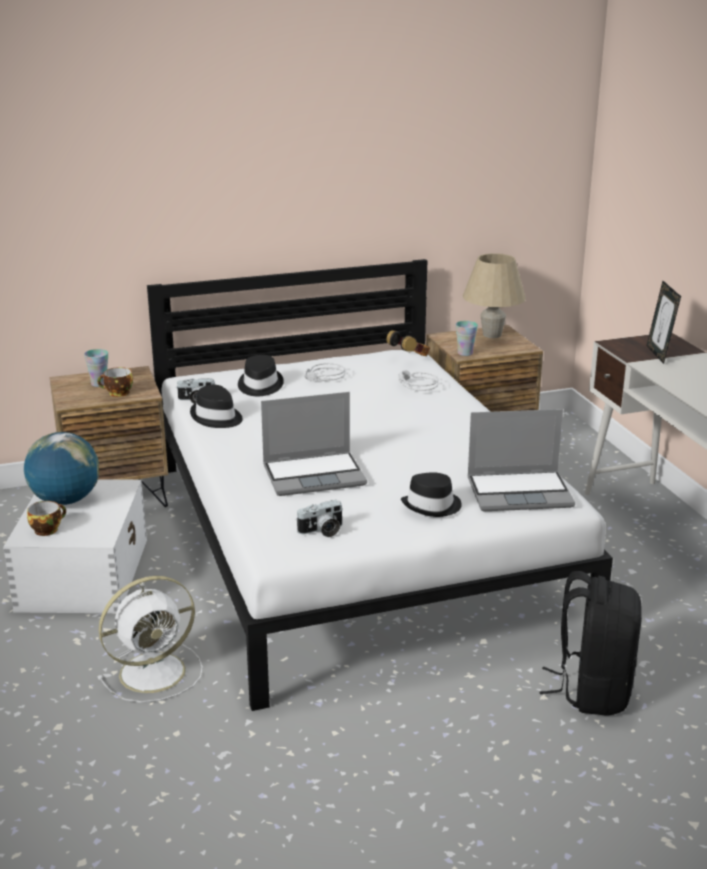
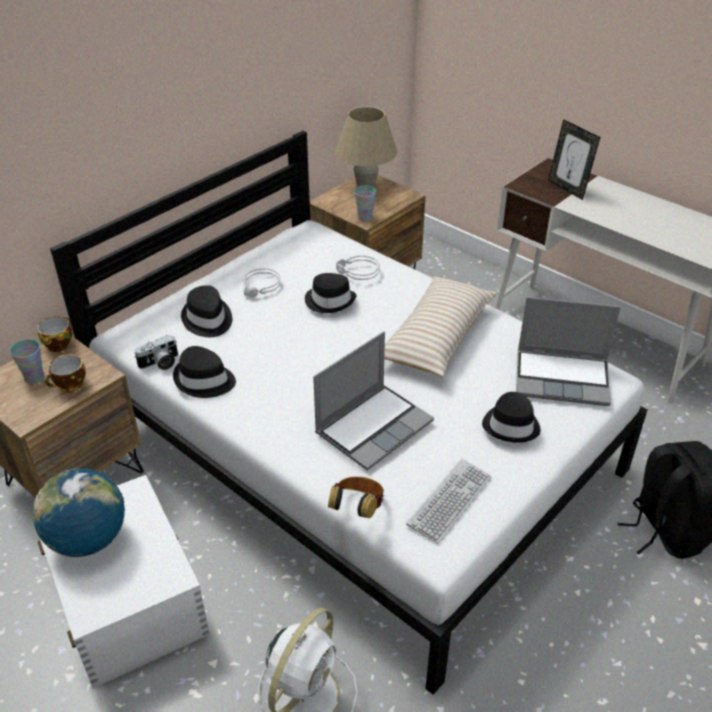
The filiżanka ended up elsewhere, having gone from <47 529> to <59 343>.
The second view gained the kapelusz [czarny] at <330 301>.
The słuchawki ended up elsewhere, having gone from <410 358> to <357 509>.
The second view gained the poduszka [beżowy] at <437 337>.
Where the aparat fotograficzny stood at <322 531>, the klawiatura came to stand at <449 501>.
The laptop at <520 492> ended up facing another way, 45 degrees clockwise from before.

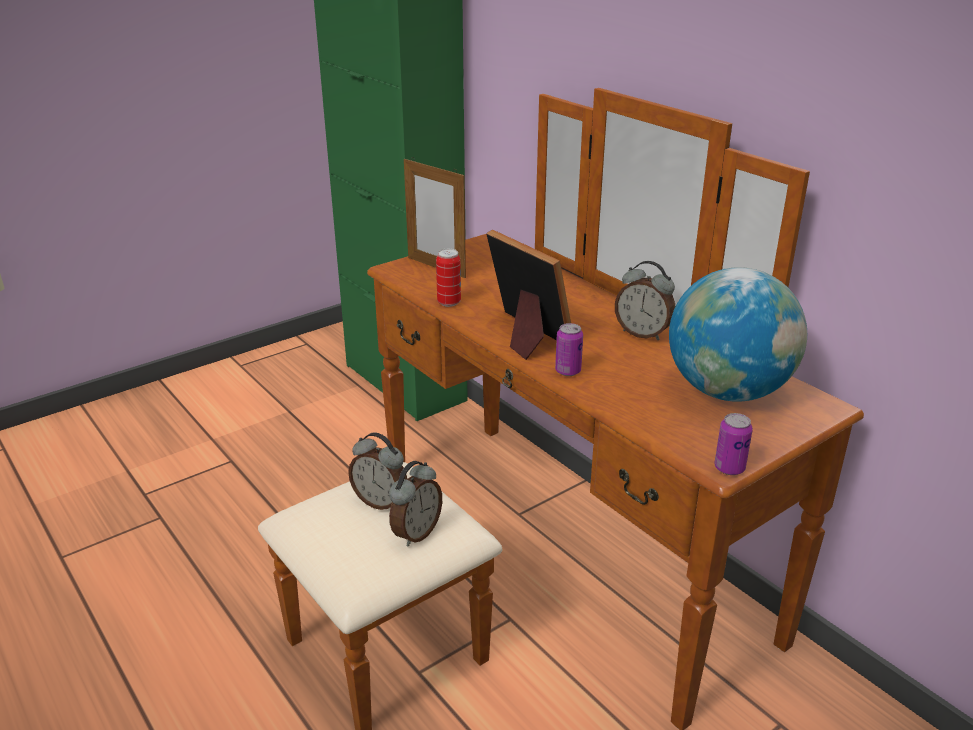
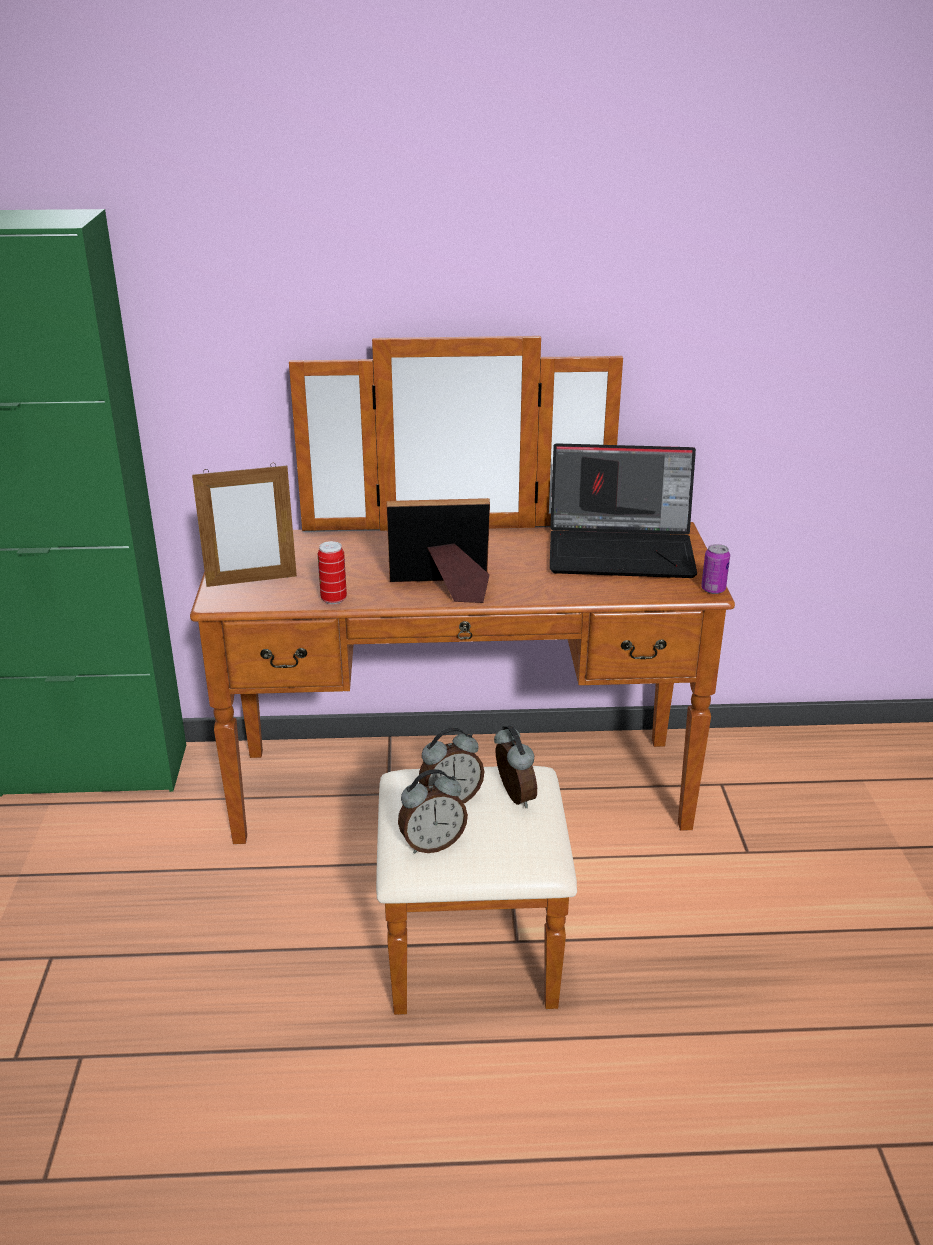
The budzik ended up elsewhere, having gone from <642 333> to <432 844>.
Where the globus stood at <727 391>, the laptop came to stand at <623 550>.
The second view lost the puszka at <568 371>.

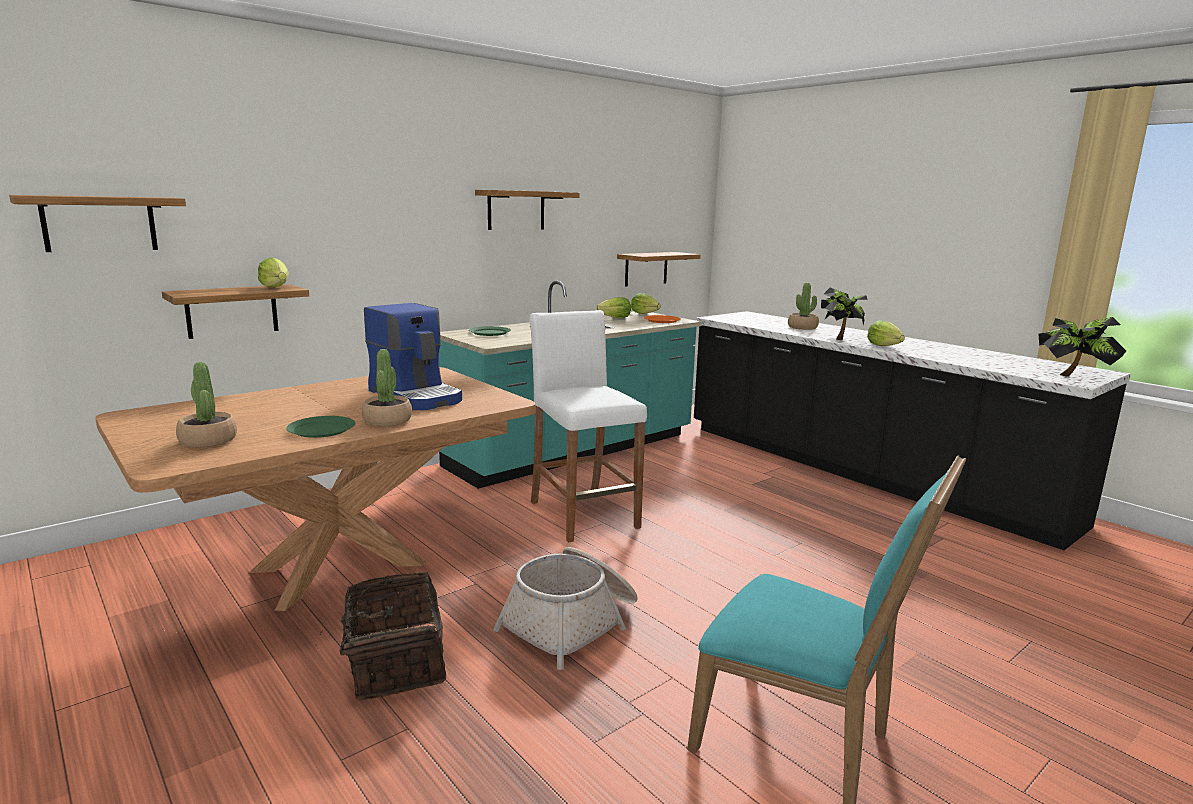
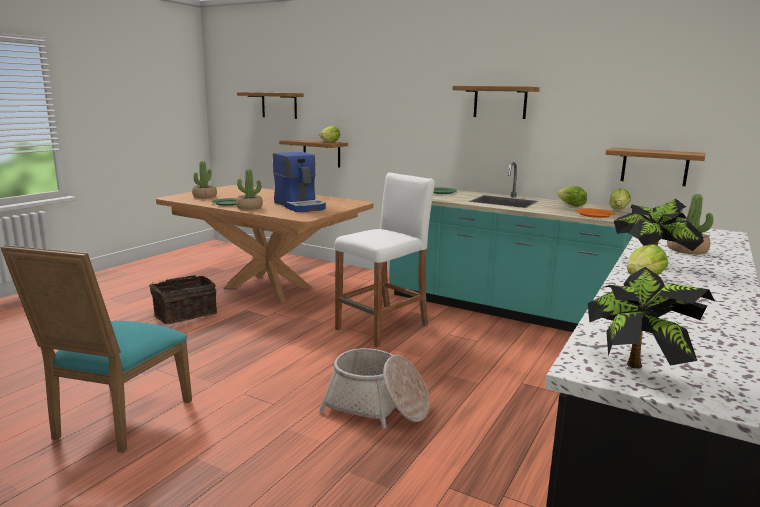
The ekspres do kawy at <417 396> ended up facing another way, 60 degrees counterclockwise from before.
The koszyk ended up elsewhere, having gone from <572 623> to <377 406>.

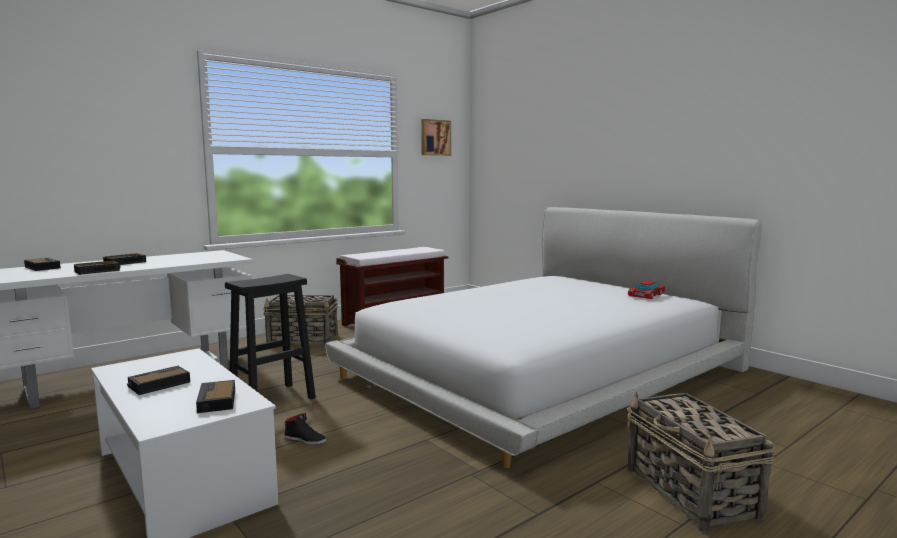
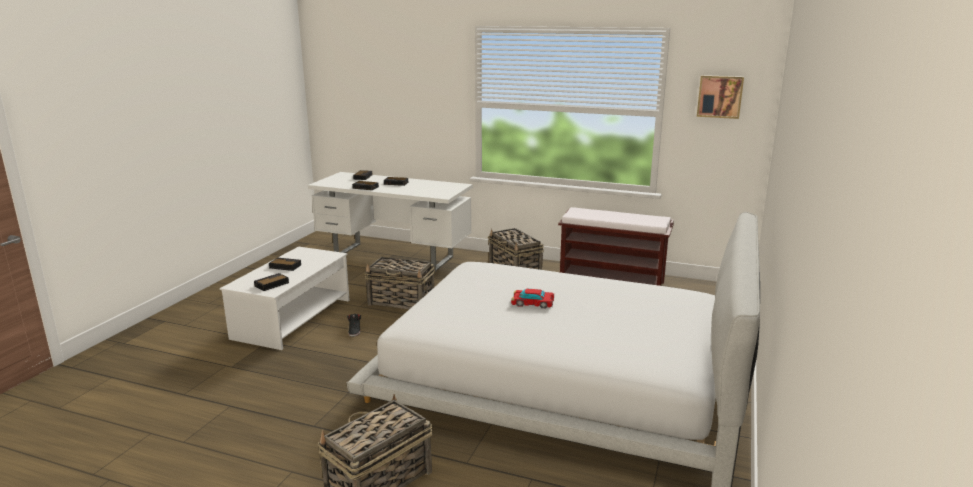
Where the stołek [czarny] stood at <273 399>, the koszyk came to stand at <402 302>.
The samochodzik ended up elsewhere, having gone from <646 295> to <532 303>.

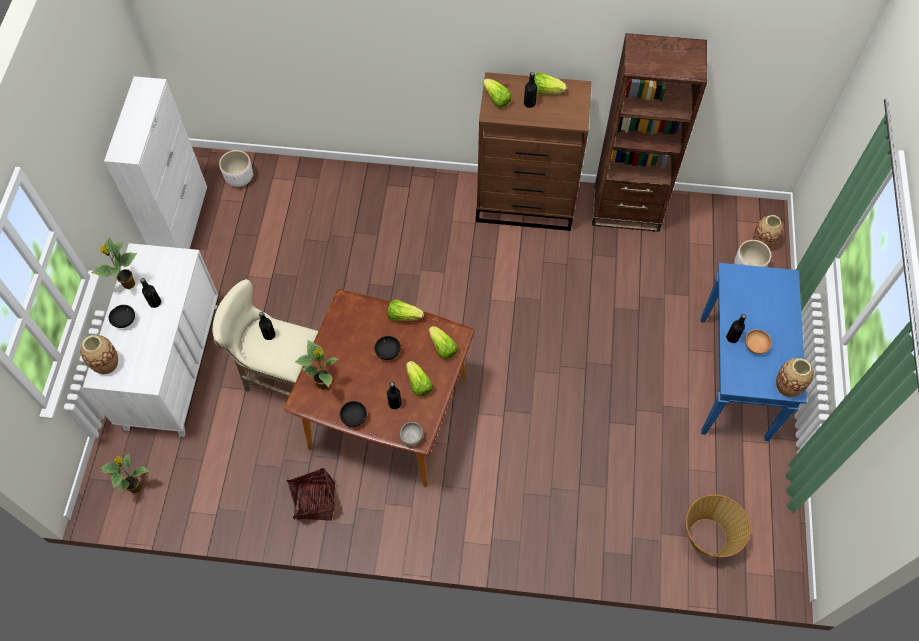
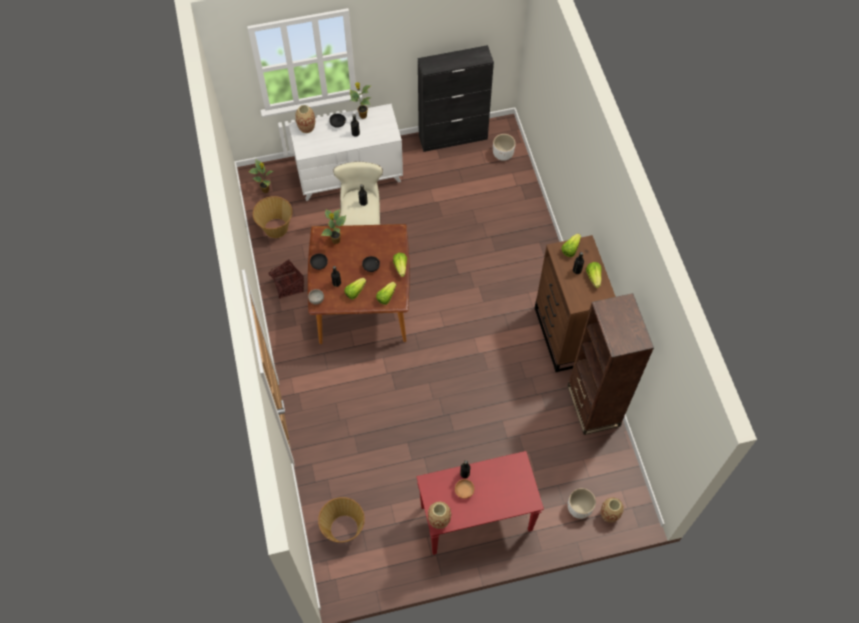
The second view gained the koszyk at <276 227>.
What was the stolik konsolowy [niebieski] at <734 379> turned into the stolik konsolowy [czerwony] at <475 519>.
What was the szafka [biały] at <182 223> turned into the szafka [czarny] at <453 137>.

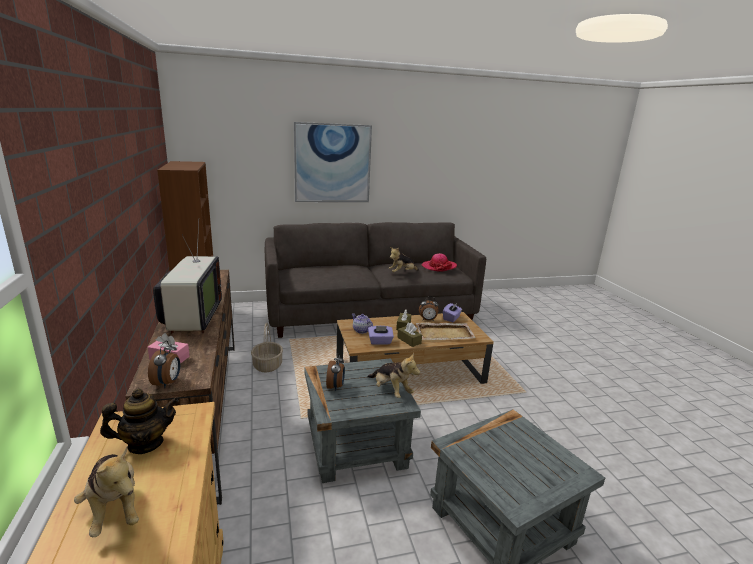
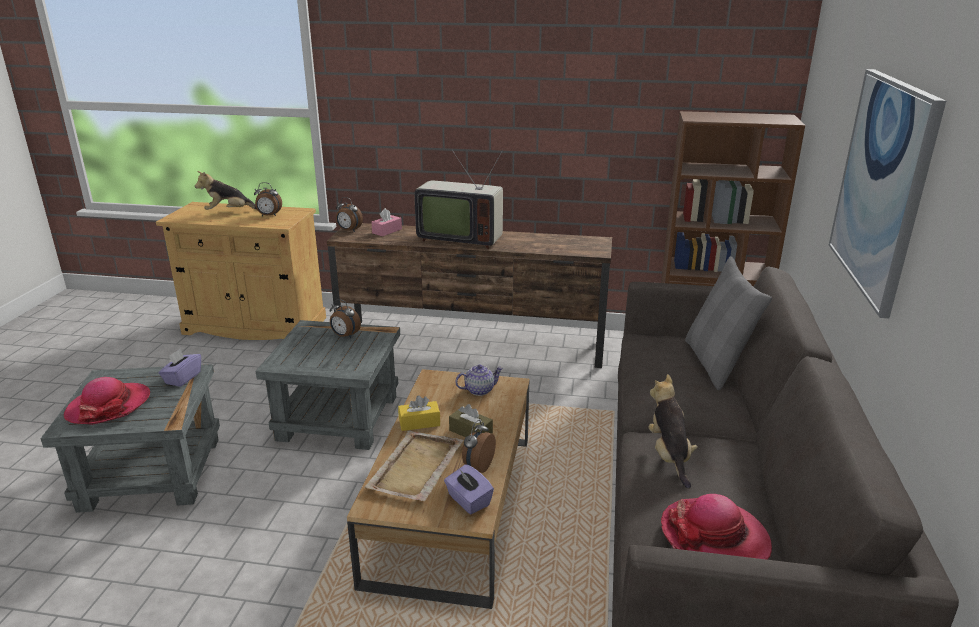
The second view gained the kapelusz at <109 406>.
The pudełko chusteczek [fioletowy] ended up elsewhere, having gone from <380 342> to <182 378>.
Where the imbryk stood at <145 444>, the budzik came to stand at <269 216>.
What was the pudełko chusteczek [brązowy] at <409 340> turned into the pudełko chusteczek [żółty] at <419 423>.
The second view gained the poduszka [szary] at <716 364>.
The second view lost the koszyk at <268 366>.
The second view lost the pluszak at <391 390>.

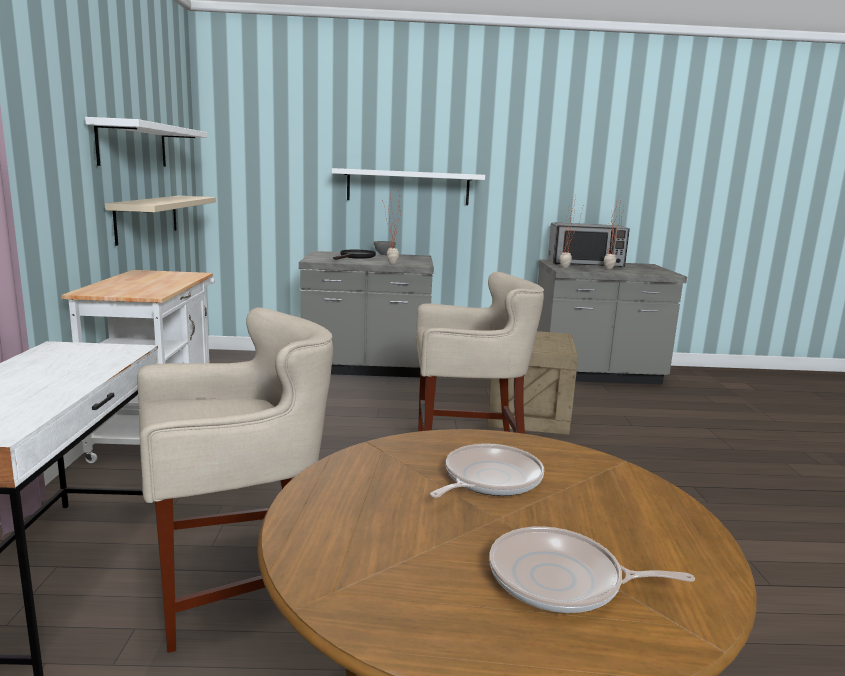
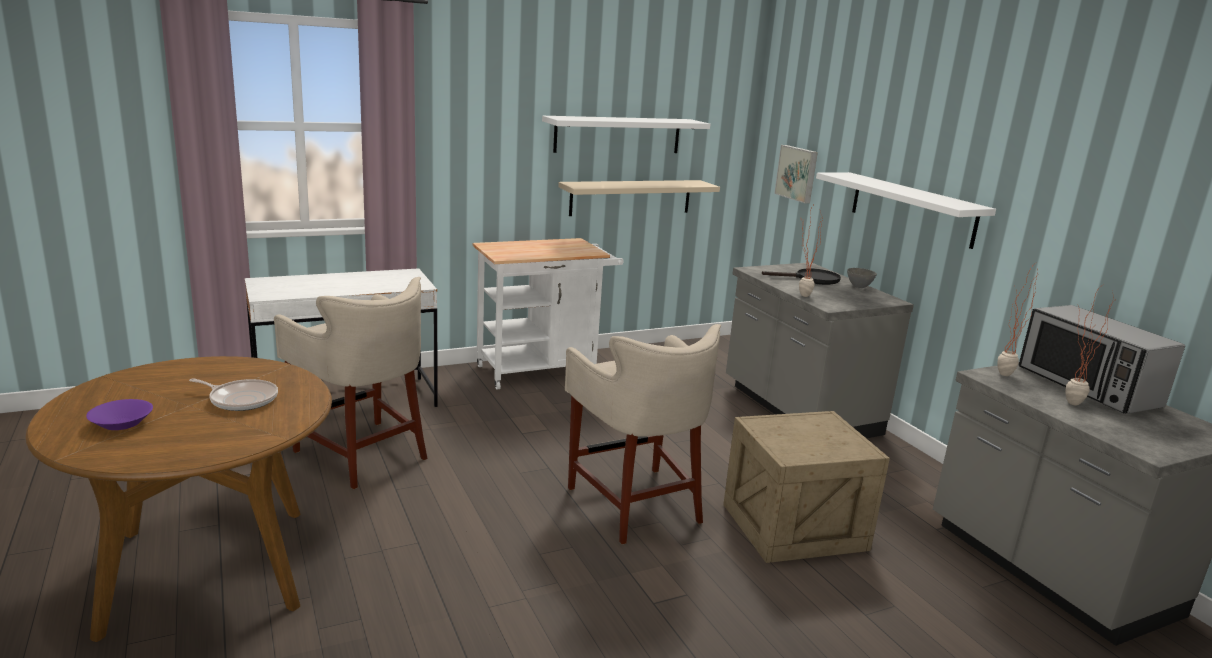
Where the patelnia stood at <562 580>, the miska [fioletowy] came to stand at <121 423>.
The second view gained the obraz at <797 173>.

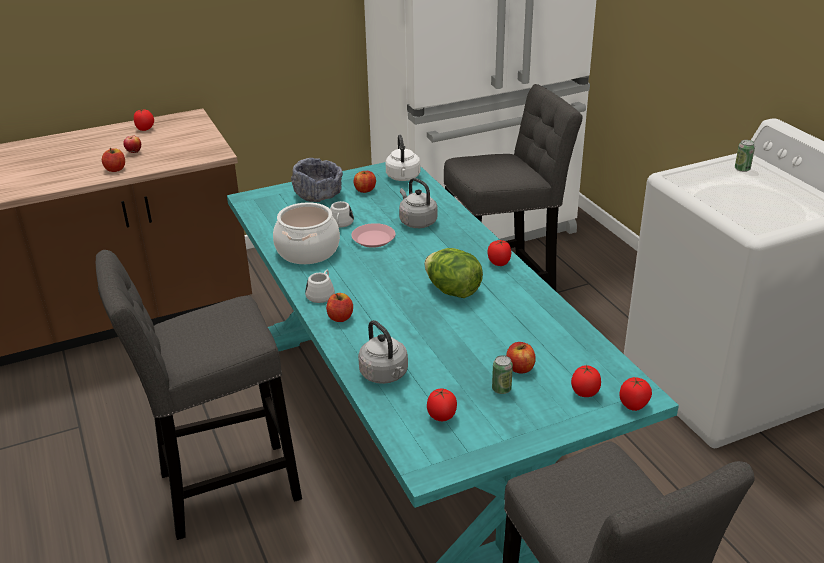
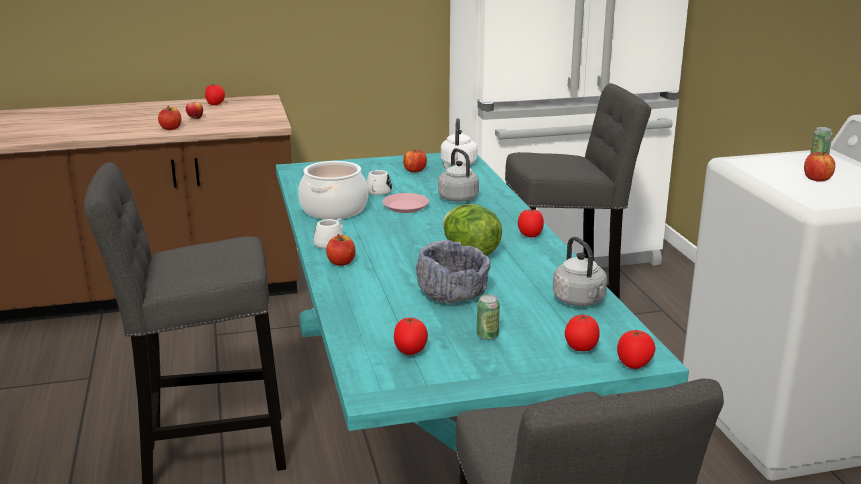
The miska [szary] ended up elsewhere, having gone from <318 194> to <452 293>.
The czajnik [szary] ended up elsewhere, having gone from <385 375> to <580 301>.
The jabłko ended up elsewhere, having gone from <520 368> to <817 179>.

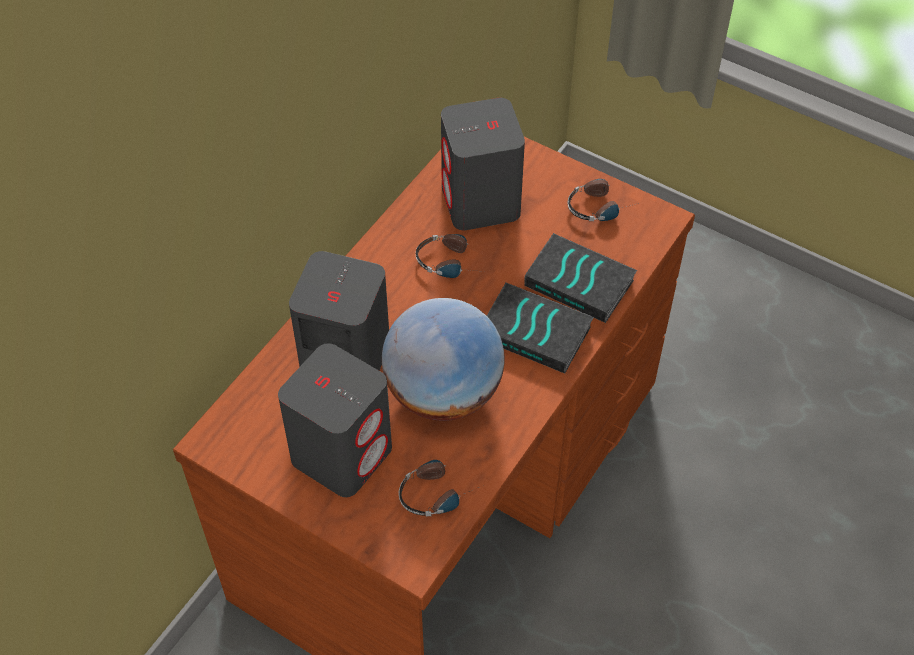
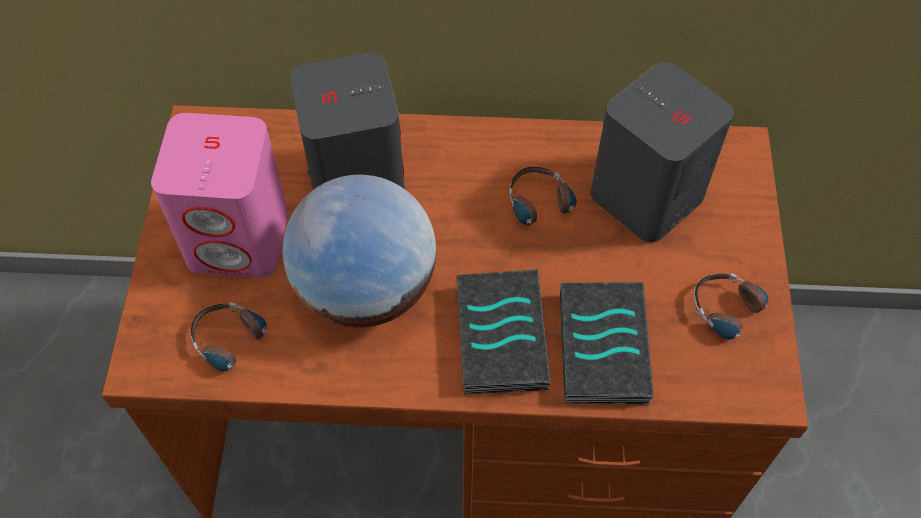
What was the głośnik [szary] at <342 453> turned into the głośnik [różowy] at <240 238>.

